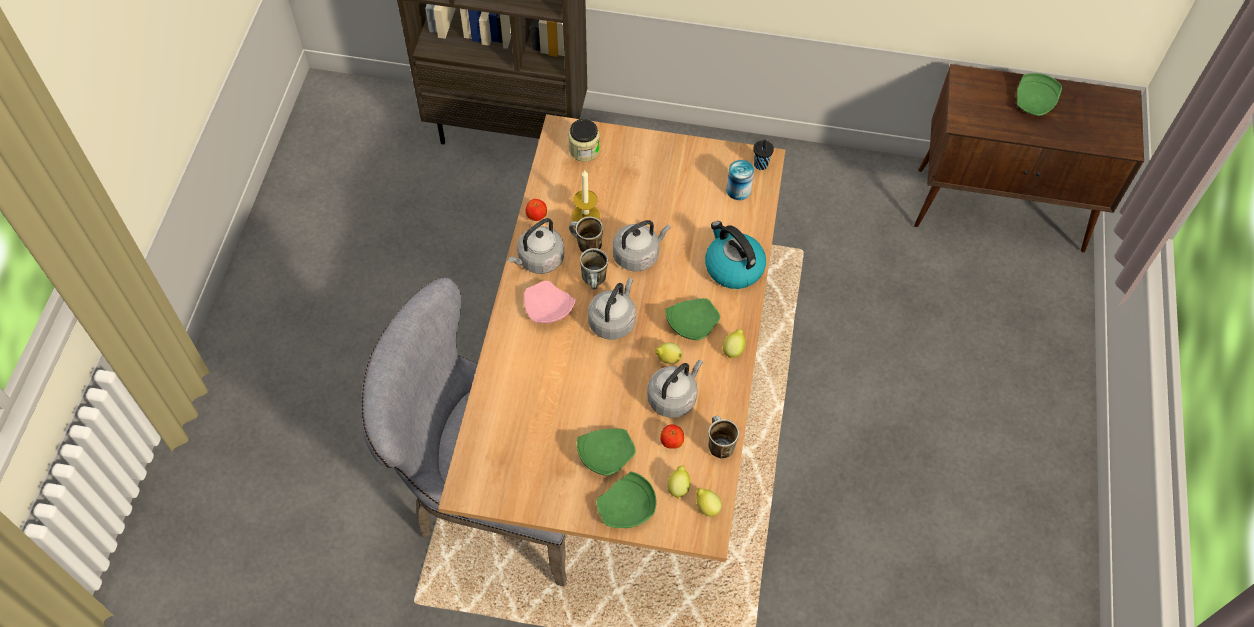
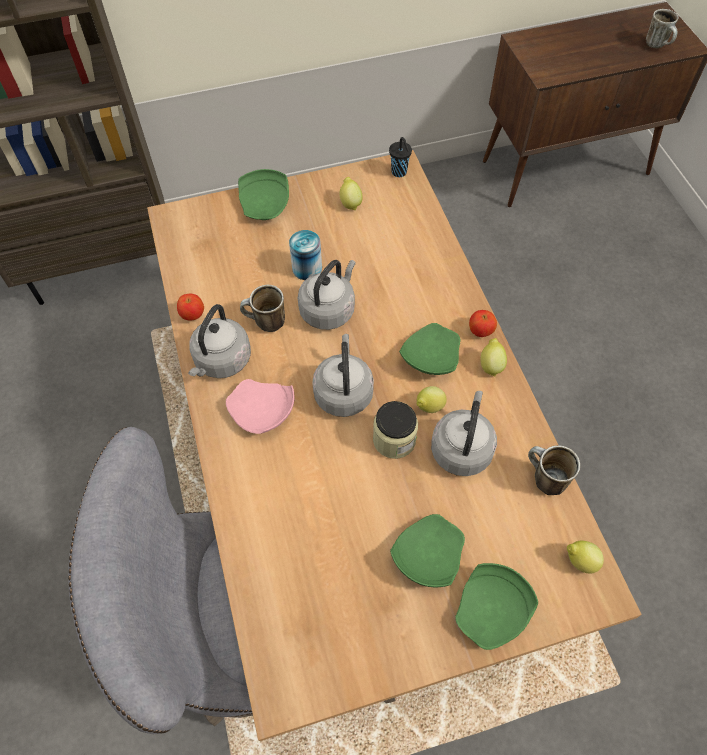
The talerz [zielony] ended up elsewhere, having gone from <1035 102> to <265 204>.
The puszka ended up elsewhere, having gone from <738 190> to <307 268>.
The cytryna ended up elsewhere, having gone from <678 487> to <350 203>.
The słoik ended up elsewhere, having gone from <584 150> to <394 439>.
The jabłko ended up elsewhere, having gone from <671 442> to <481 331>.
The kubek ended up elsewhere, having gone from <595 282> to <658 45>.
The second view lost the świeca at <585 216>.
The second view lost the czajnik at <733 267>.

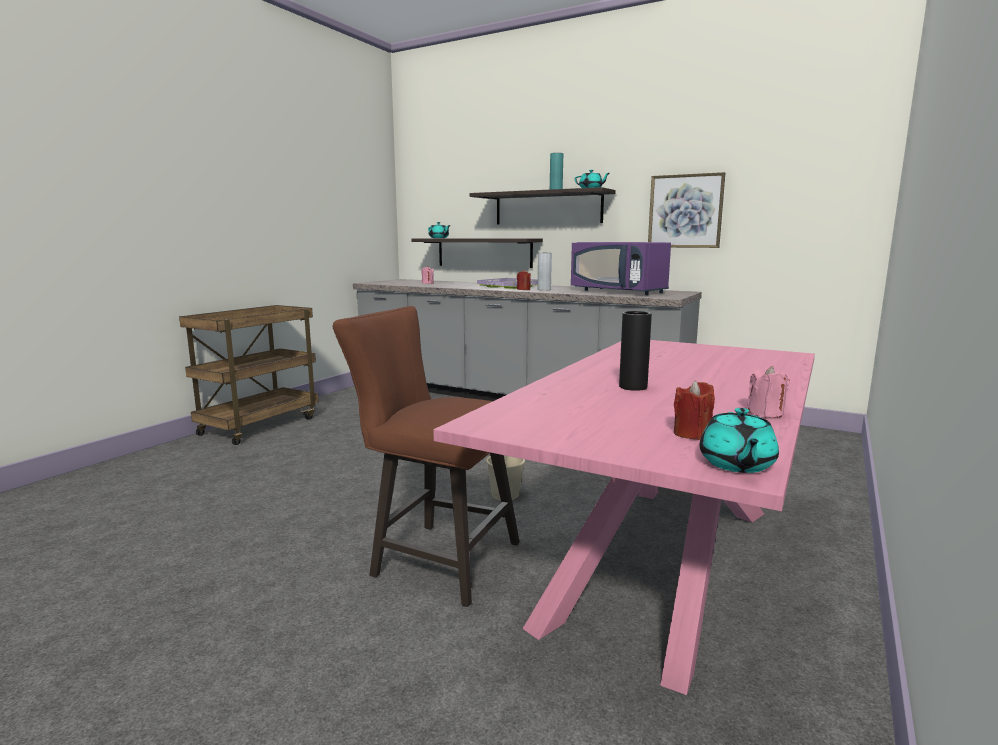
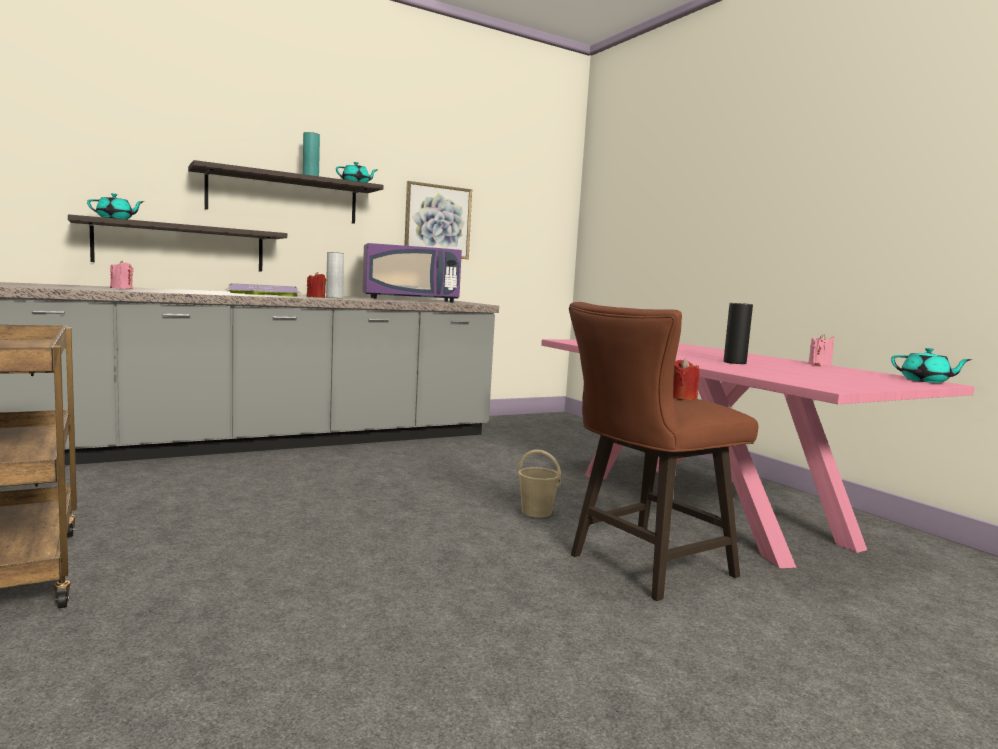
The świeca [czerwony] ended up elsewhere, having gone from <692 434> to <682 397>.

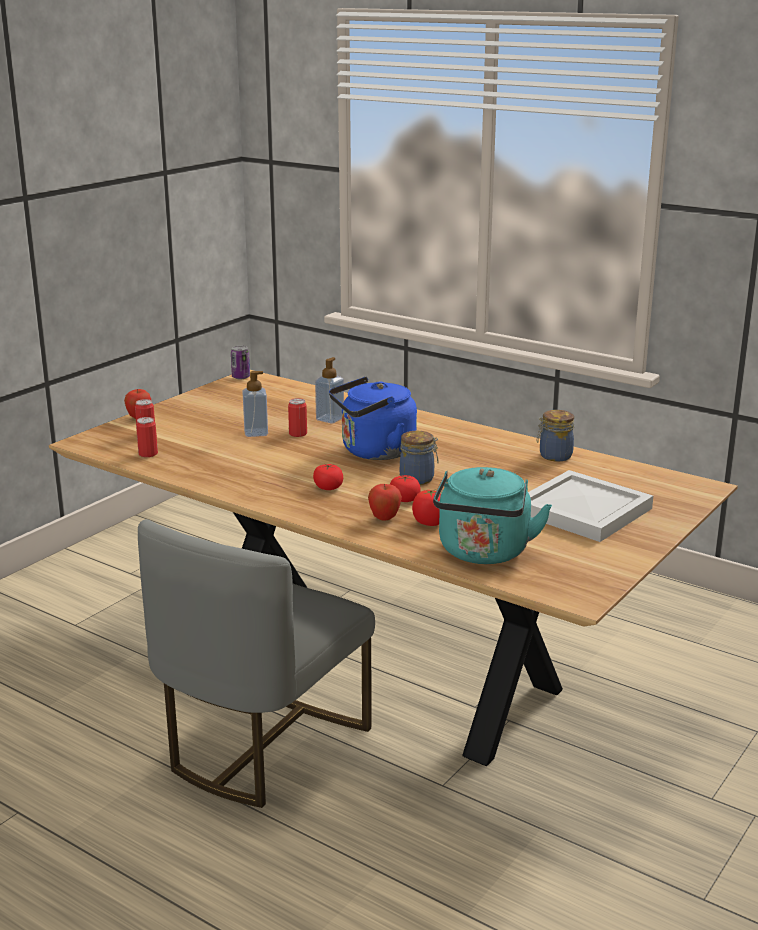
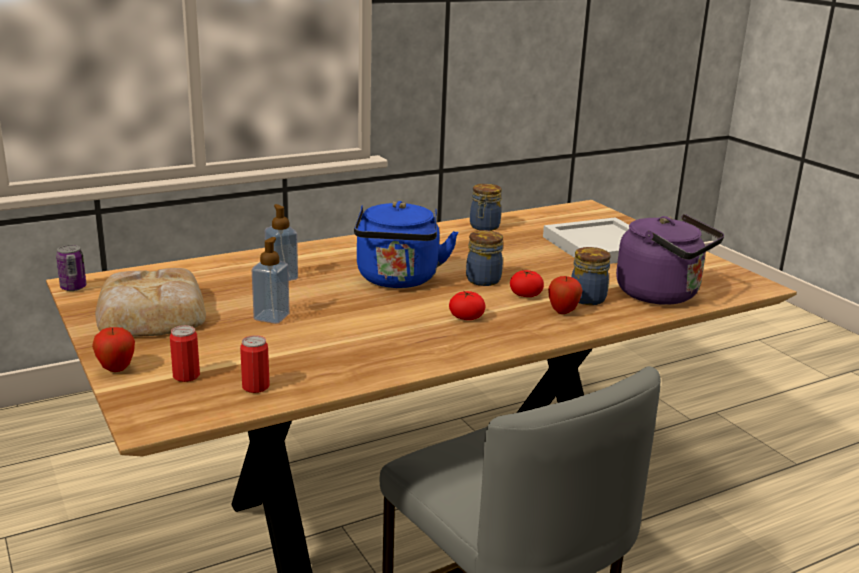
The second view gained the chleb at <150 314>.
Where the pomidor stood at <429 523>, the słoik came to stand at <586 298>.
What was the czajnik [turkusowy] at <483 553> turned into the czajnik [fioletowy] at <662 295>.
The second view lost the puszka at <298 434>.

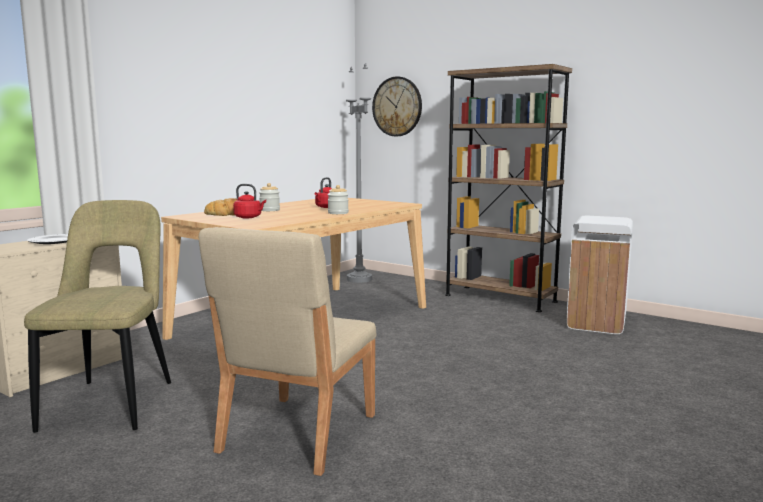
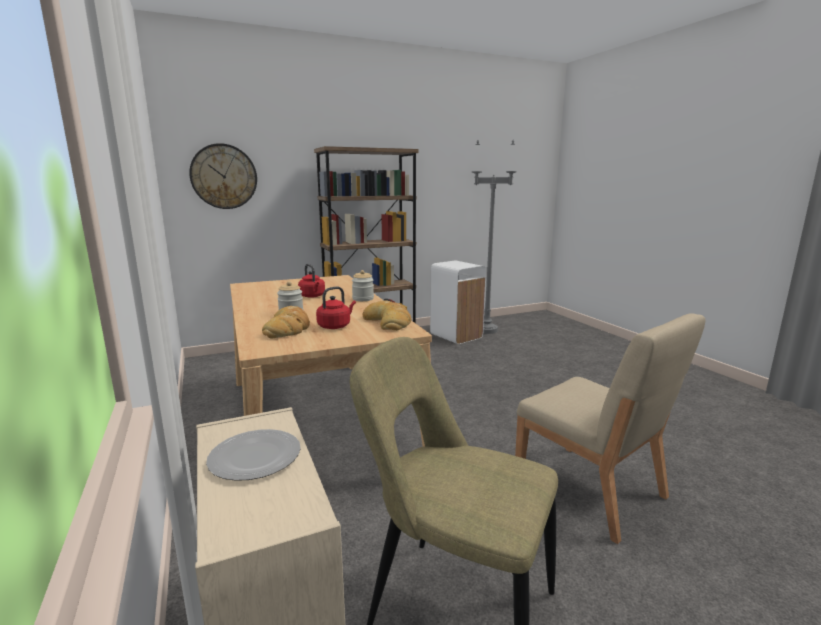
The second view gained the chleb at <388 321>.
The lampa stojąca [szary] ended up elsewhere, having gone from <359 279> to <486 330>.

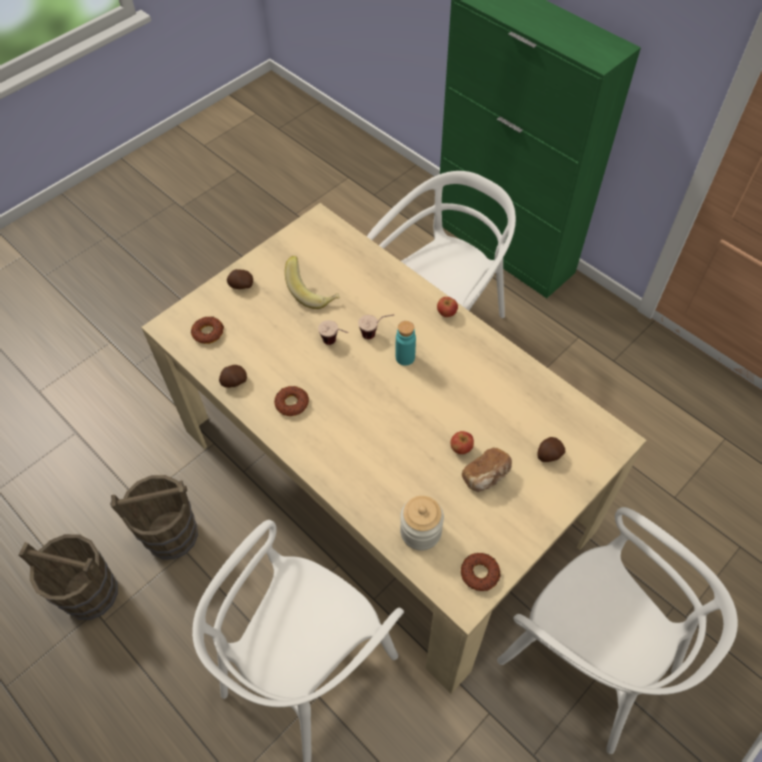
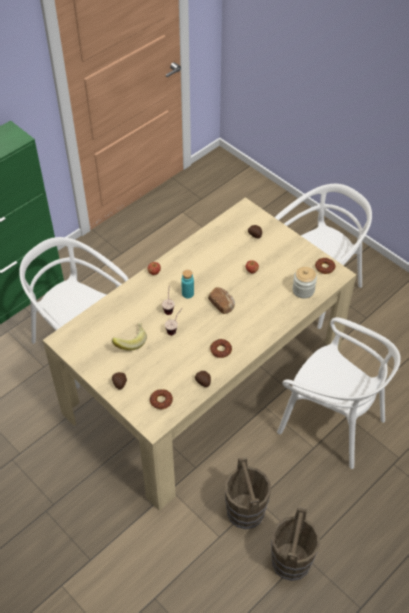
The chleb ended up elsewhere, having gone from <486 476> to <222 304>.

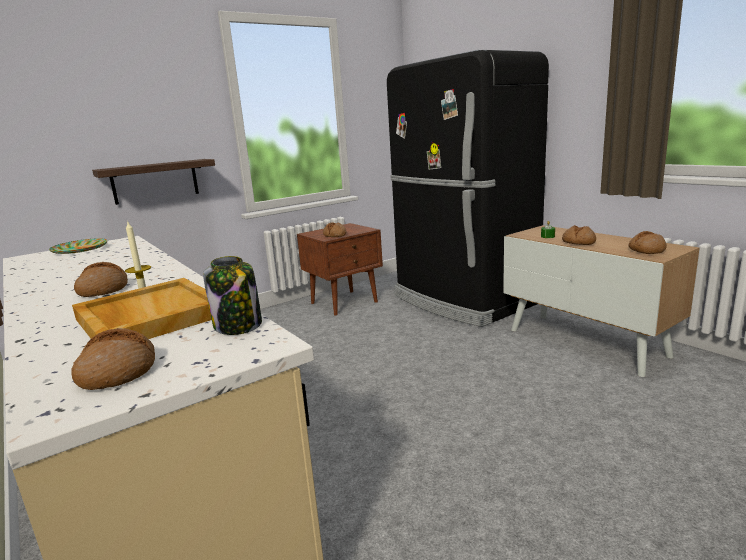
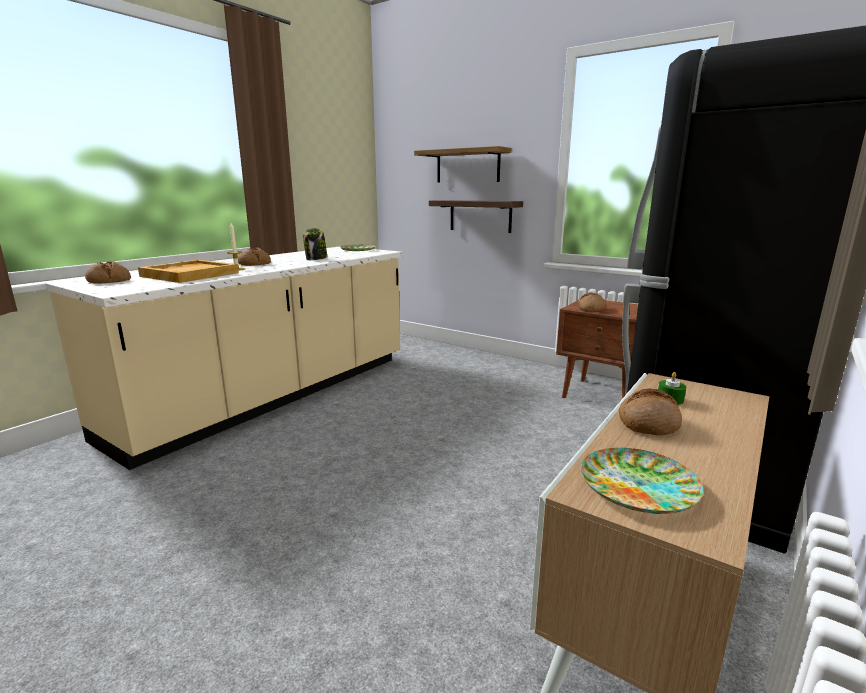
The słoik ended up elsewhere, having gone from <238 326> to <316 259>.
The second view gained the półka at <467 166>.
Where the chleb stood at <646 250>, the talerz came to stand at <638 486>.

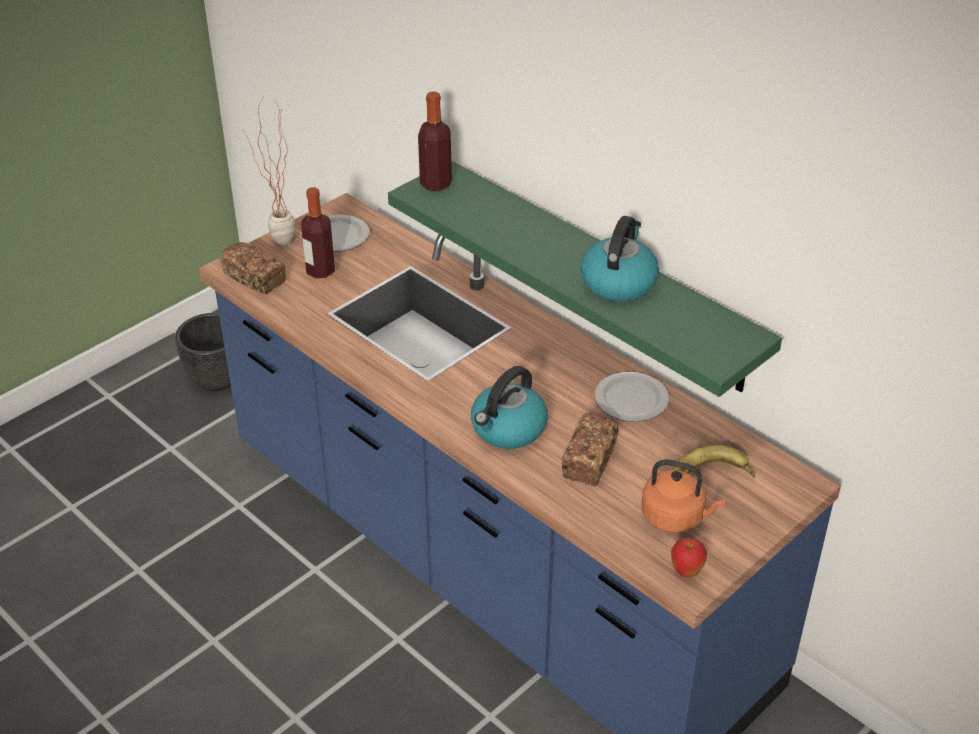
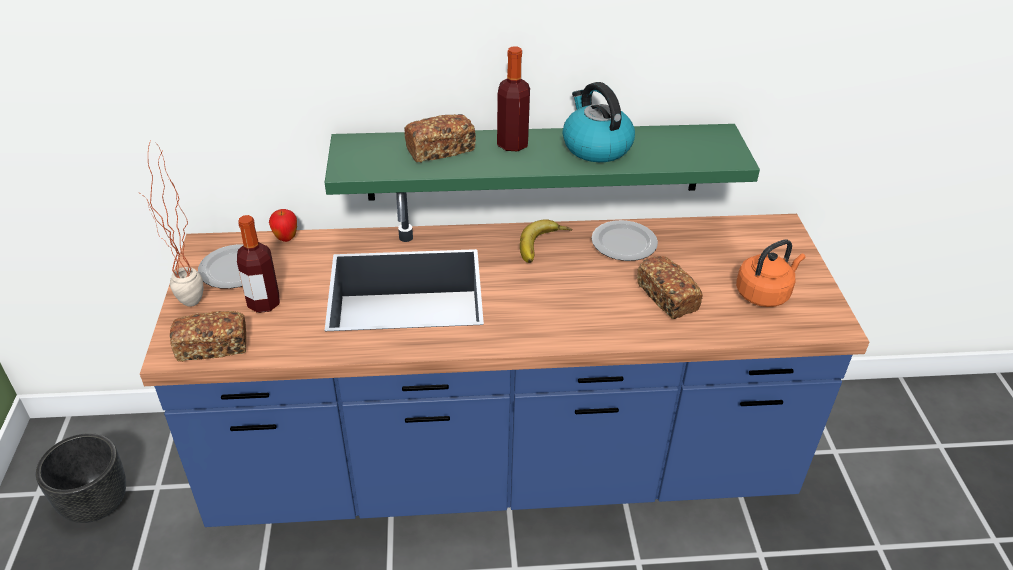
The jabłko ended up elsewhere, having gone from <686 572> to <286 238>.
The second view gained the chleb at <440 150>.
The butelka ended up elsewhere, having gone from <435 184> to <512 144>.
The banan ended up elsewhere, having gone from <711 475> to <544 246>.
The second view lost the czajnik at <508 429>.

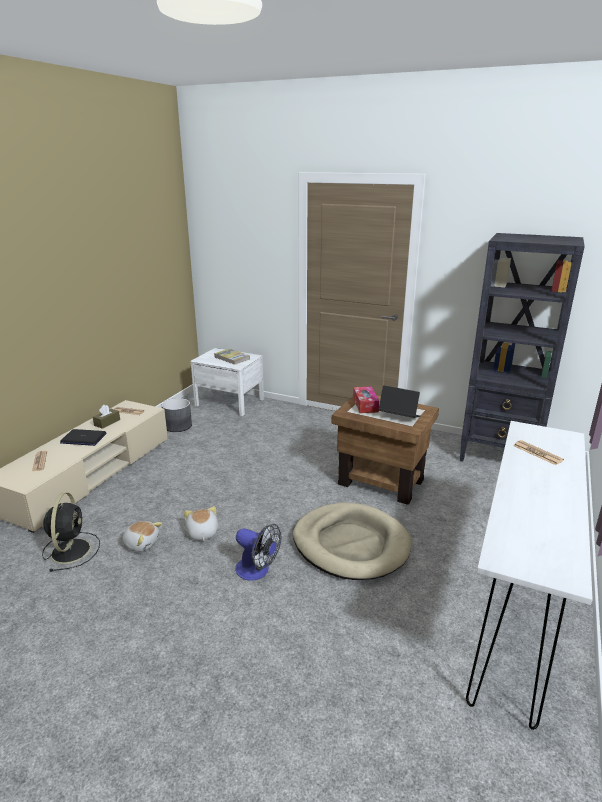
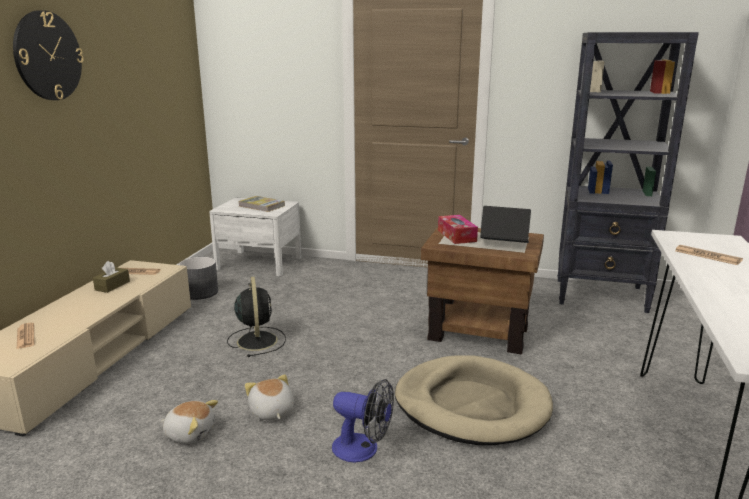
The second view gained the zegar ścienny at <48 56>.
The wentylator [czarny] ended up elsewhere, having gone from <71 549> to <257 340>.
The second view lost the laptop at <83 438>.

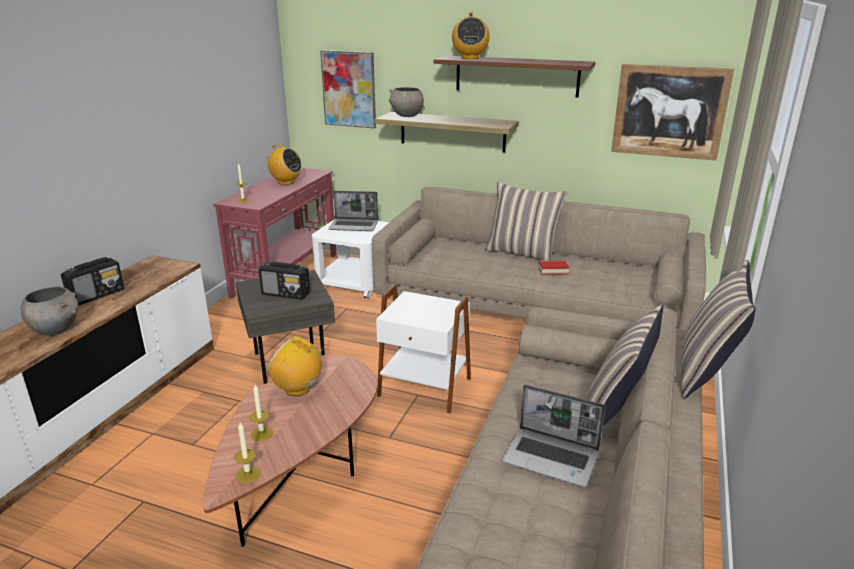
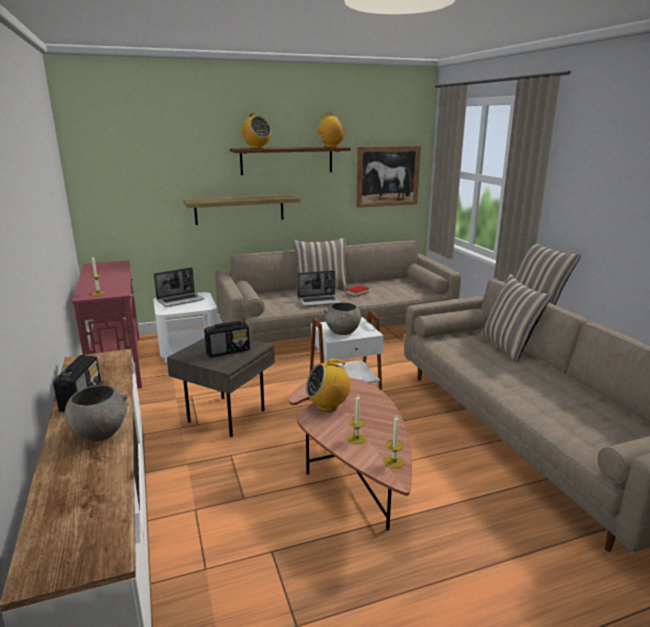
The laptop ended up elsewhere, having gone from <552 458> to <319 301>.
The radio ended up elsewhere, having gone from <286 182> to <331 147>.
The miska [szary] ended up elsewhere, having gone from <406 115> to <342 332>.
The second view lost the obraz at <349 89>.

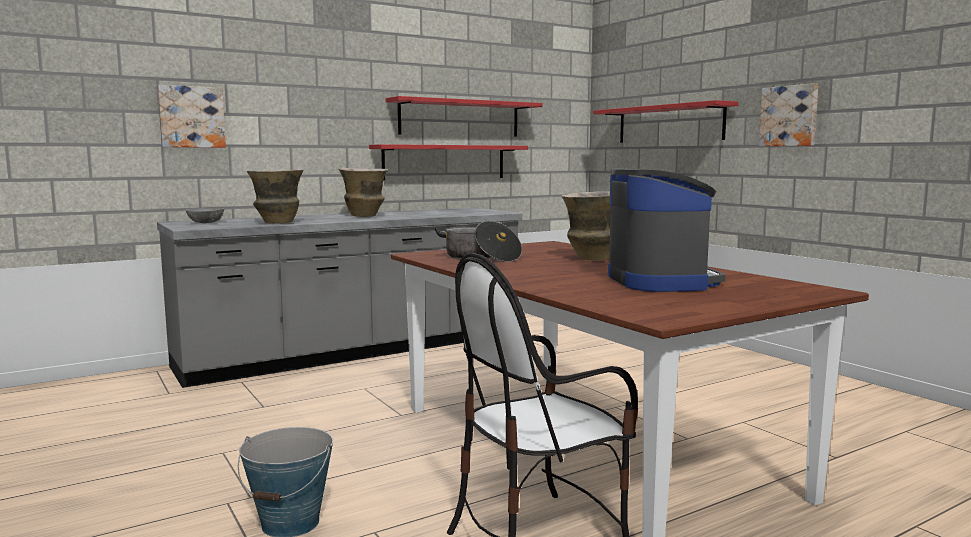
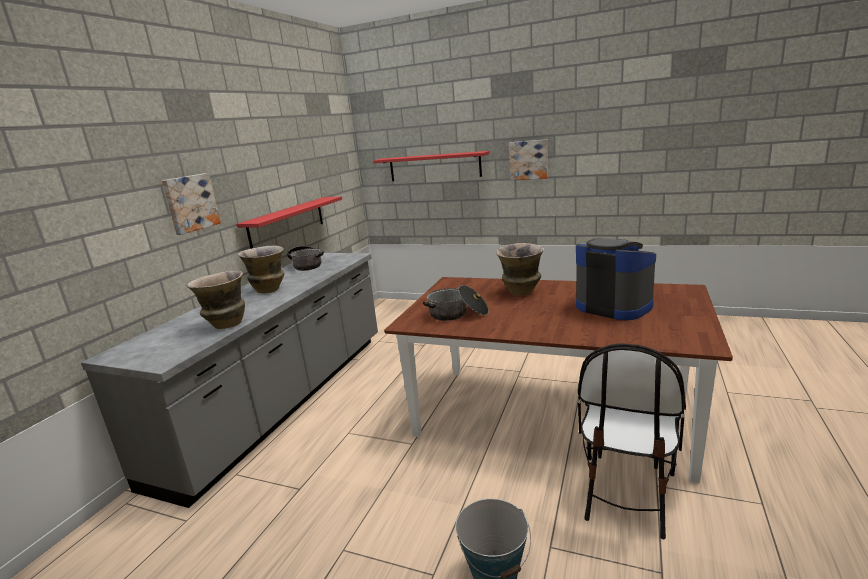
The obraz ended up elsewhere, having gone from <191 117> to <190 203>.
The second view gained the garnek at <306 265>.
The second view lost the miska [szary] at <206 222>.
The second view lost the półka [czerwony] at <460 118>.

